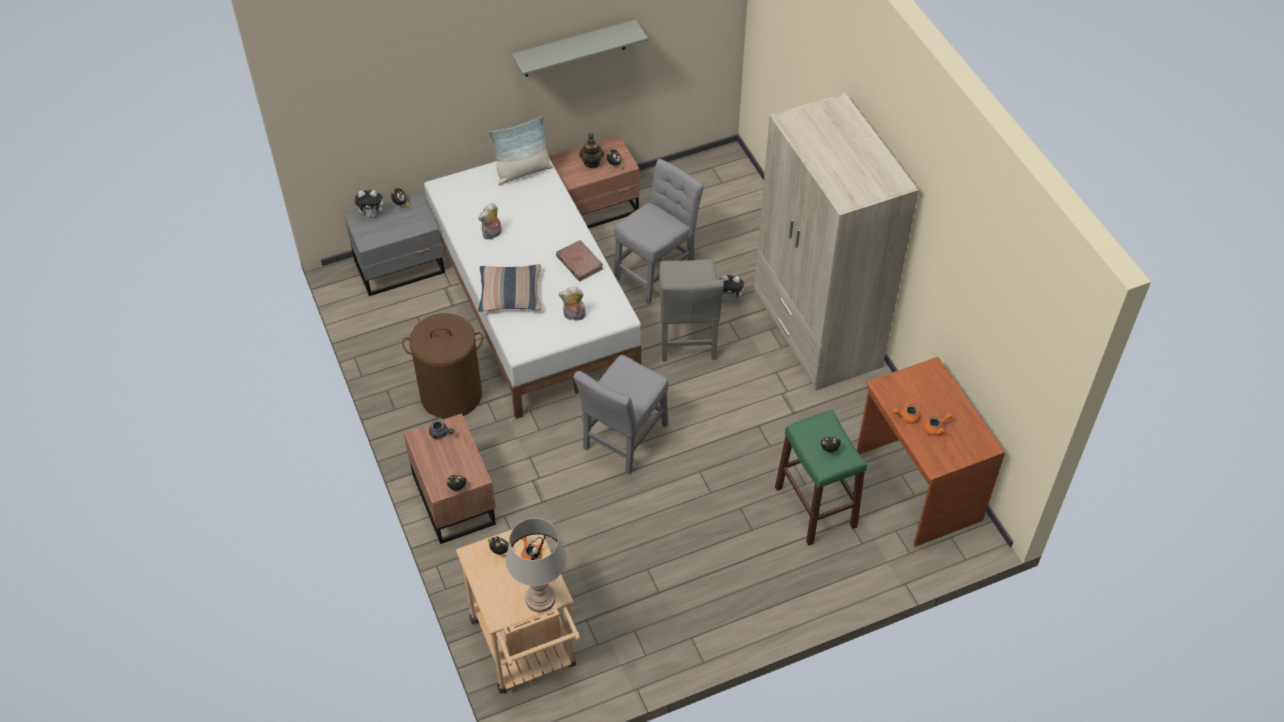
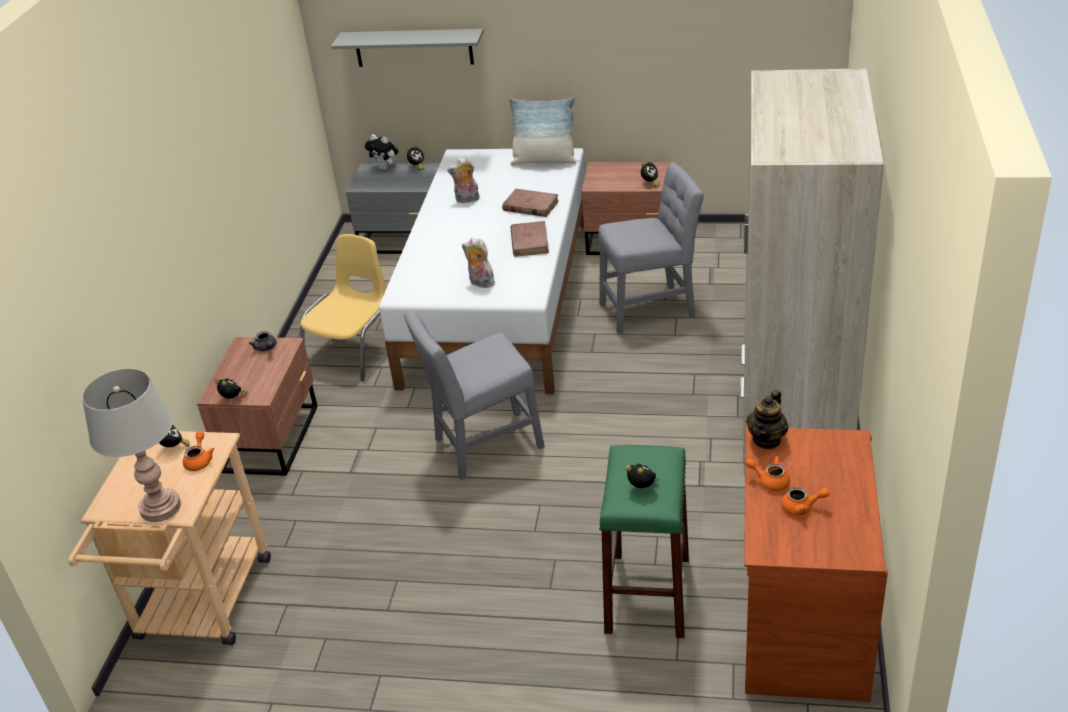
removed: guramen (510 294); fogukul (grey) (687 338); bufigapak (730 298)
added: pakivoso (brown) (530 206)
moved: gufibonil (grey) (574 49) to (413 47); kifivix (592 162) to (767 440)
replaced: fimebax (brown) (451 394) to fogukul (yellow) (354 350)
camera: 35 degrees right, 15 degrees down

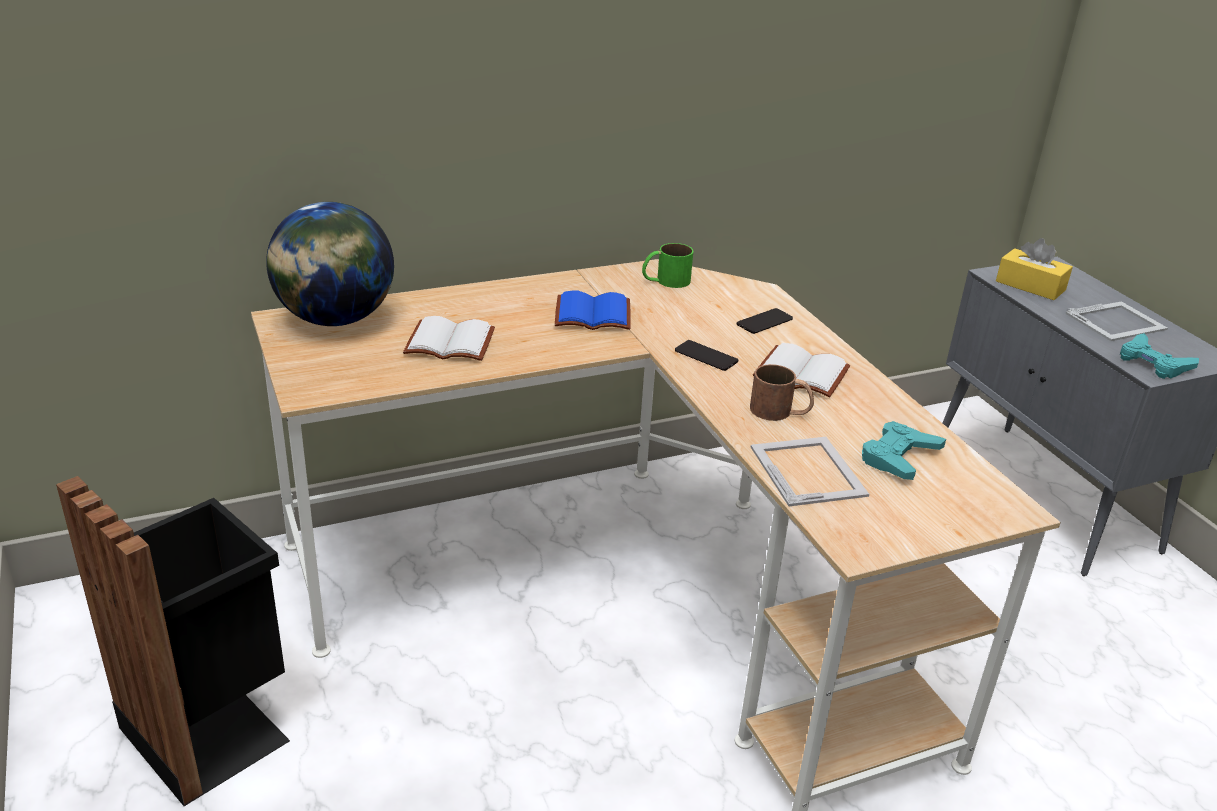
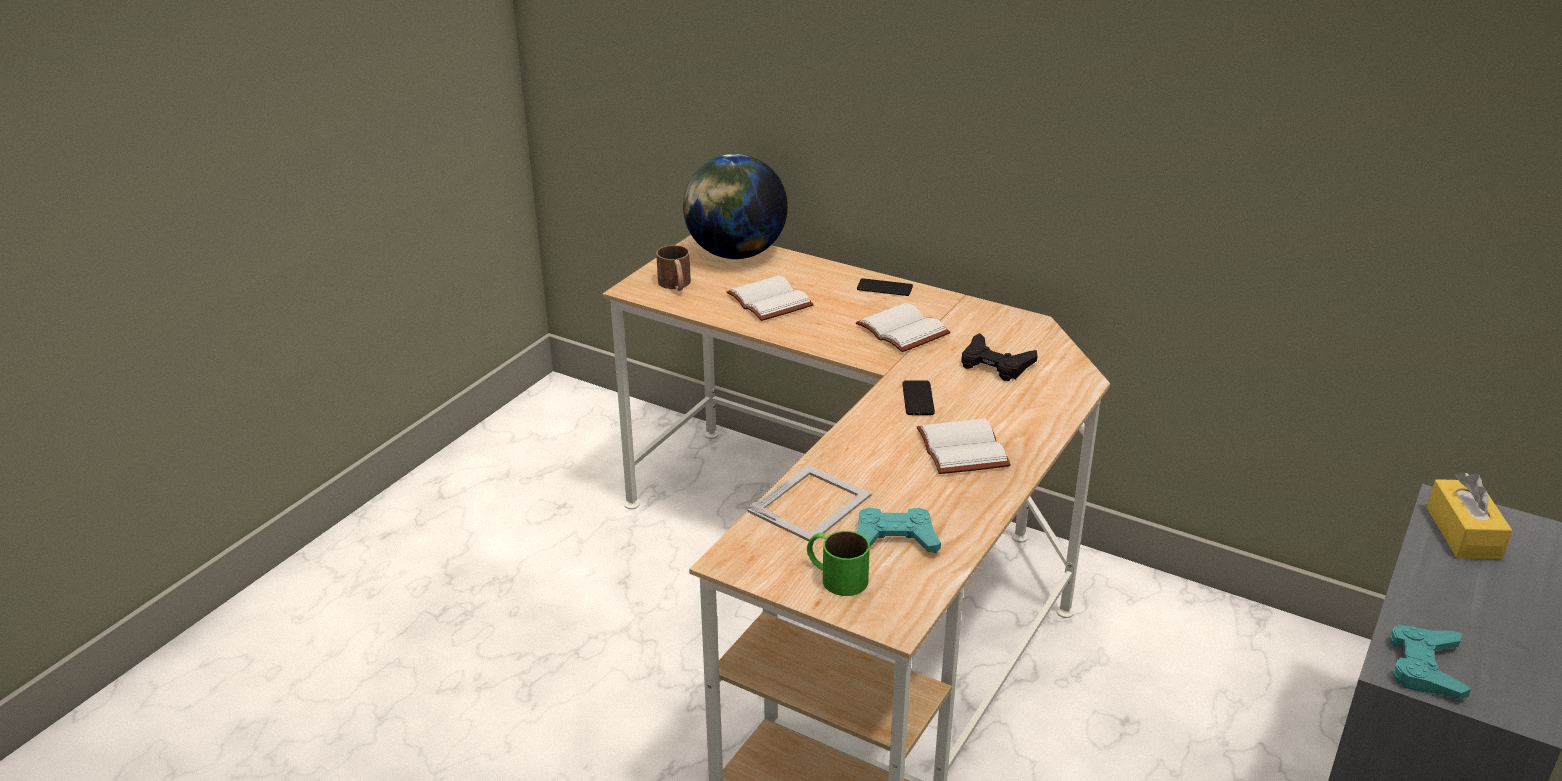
removed: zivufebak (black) (211 729); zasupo (1117 321)
added: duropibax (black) (995 364)
moved: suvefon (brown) (780 412) to (676 285); suvefon (green) (665 281) to (835 576); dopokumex (764 322) to (884 288)
recoloured: pakivoso (blue) (591 316) to pakivoso (white) (899 330)
camera: 55 degrees right, 0 degrees up

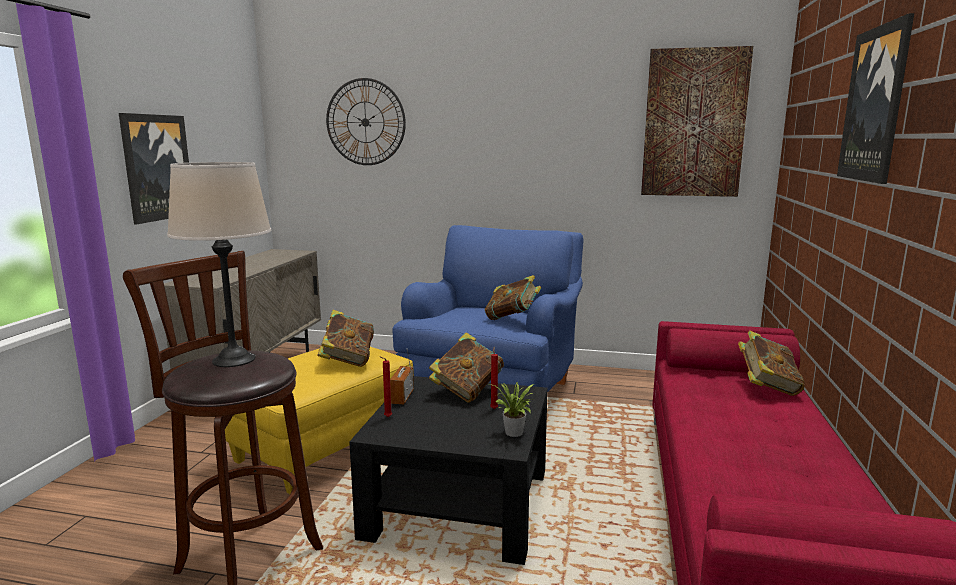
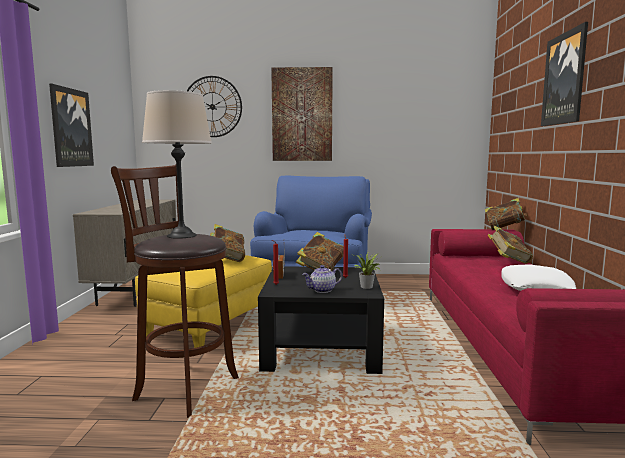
added: kifivix (322 290); guramen (white) (535 287)
moved: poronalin (694 123) to (302 115); pakivoso (512 318) to (504 229)
camera: 10 degrees left, 5 degrees down

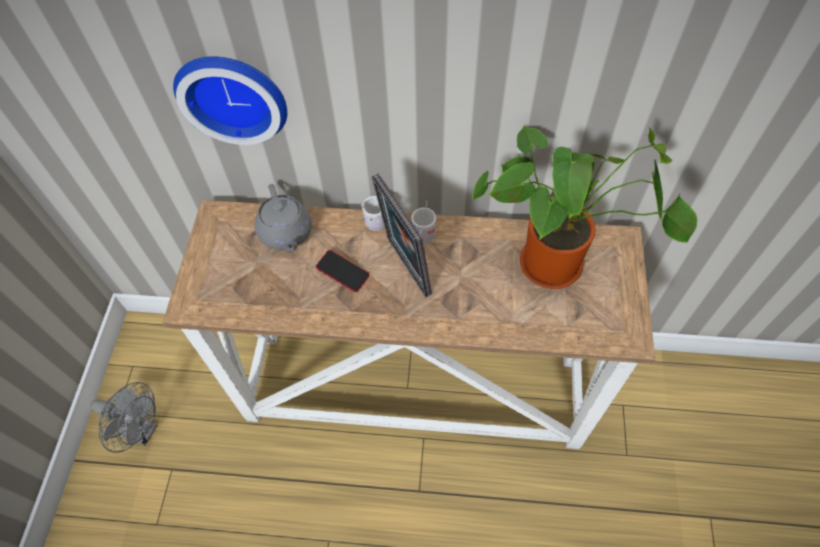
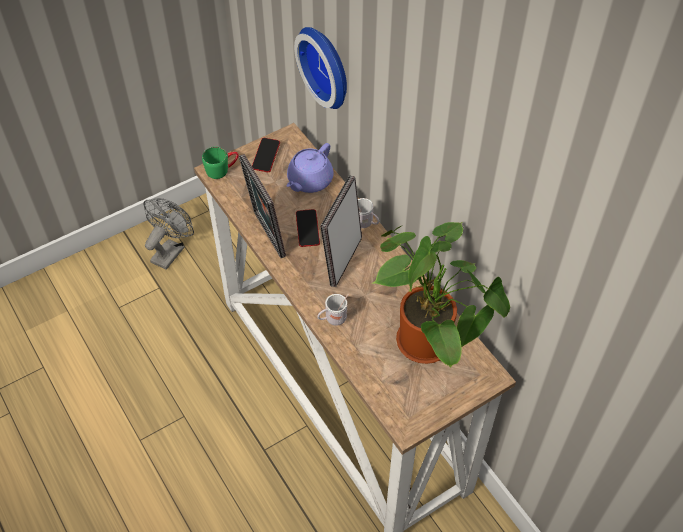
added: suvefon (green) (222 169); zasupo (265 235); dopokumex (266 157)
moved: suvefon (white) (422 238) to (333 319)
recoloured: kifivix (grey) (286 233) to kifivix (purple) (309 181)
turned: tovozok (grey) (141 431) = (170 251) 135 degrees counterclockwise
camera: 50 degrees right, 5 degrees down

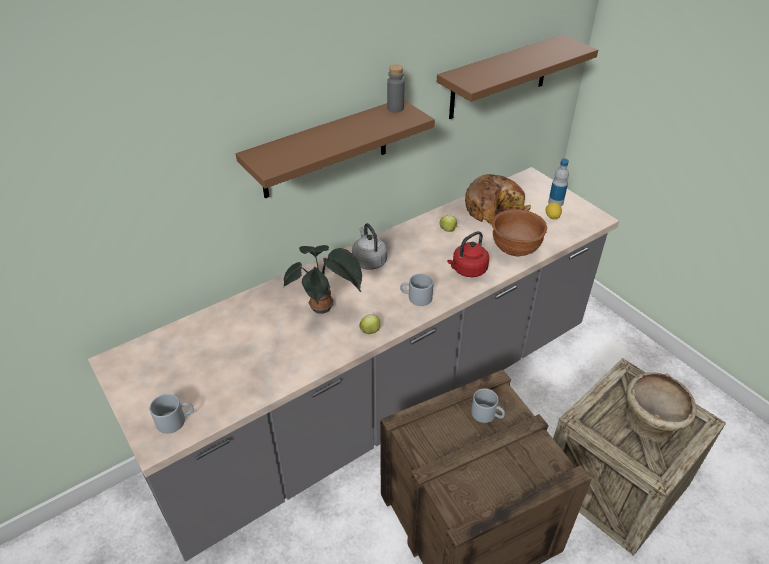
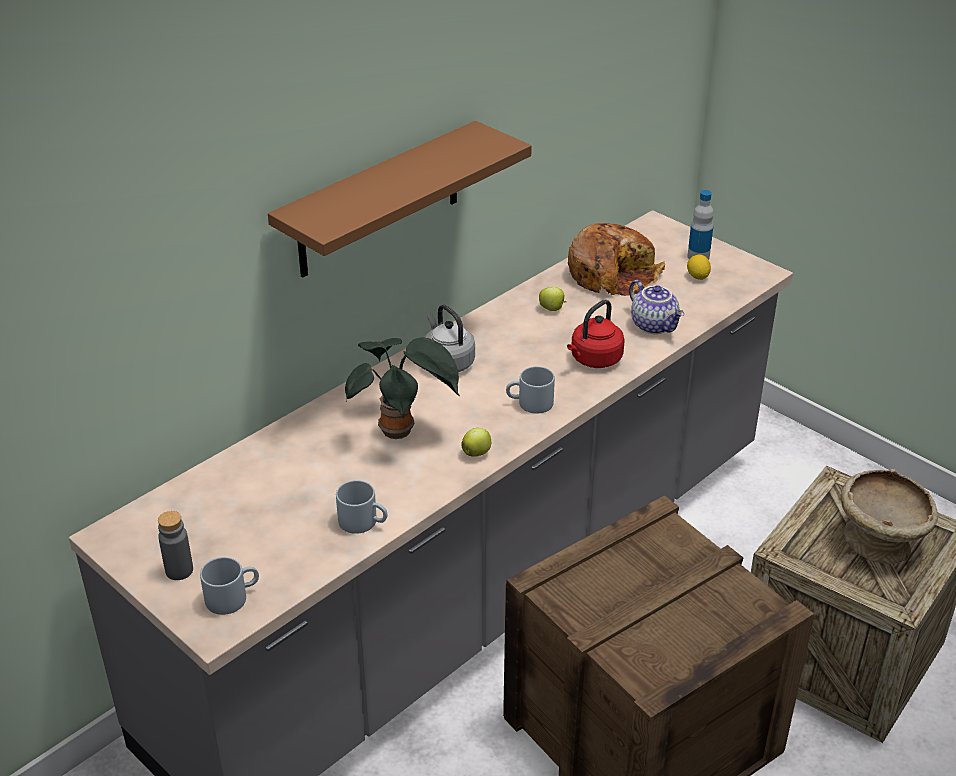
removed: gufibonil (brown) (499 77)
moved: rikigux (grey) (395 108) to (179 570); suvefon (grey) (487 414) to (364 522)
replaced: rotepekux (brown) (515 249) to kifivix (655 325)
camera: 10 degrees left, 5 degrees down

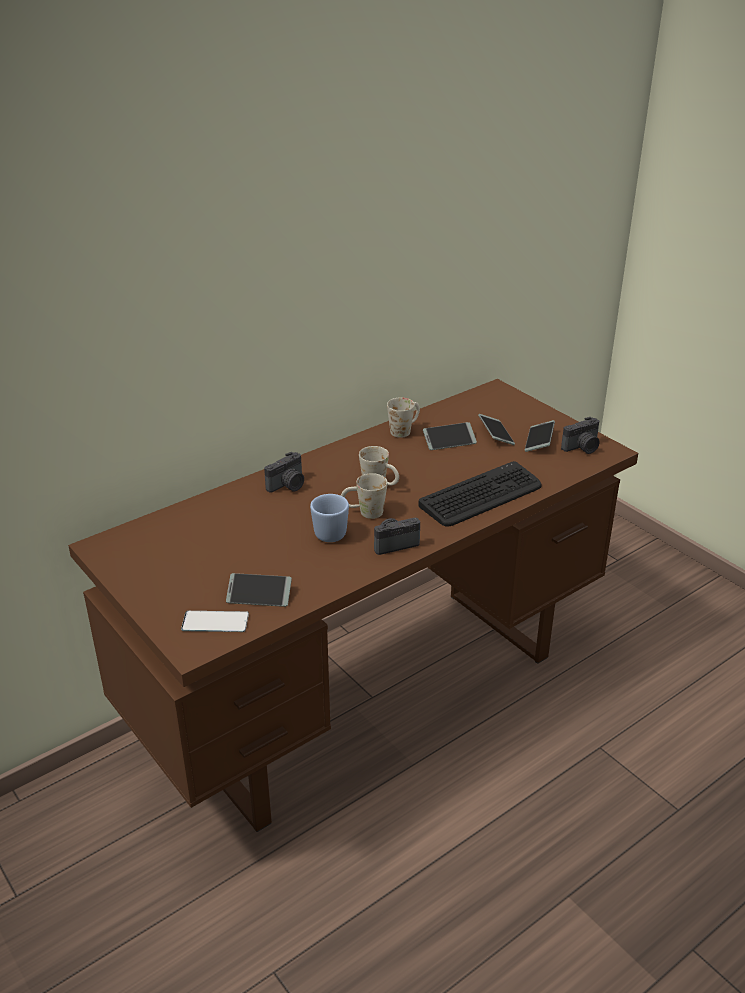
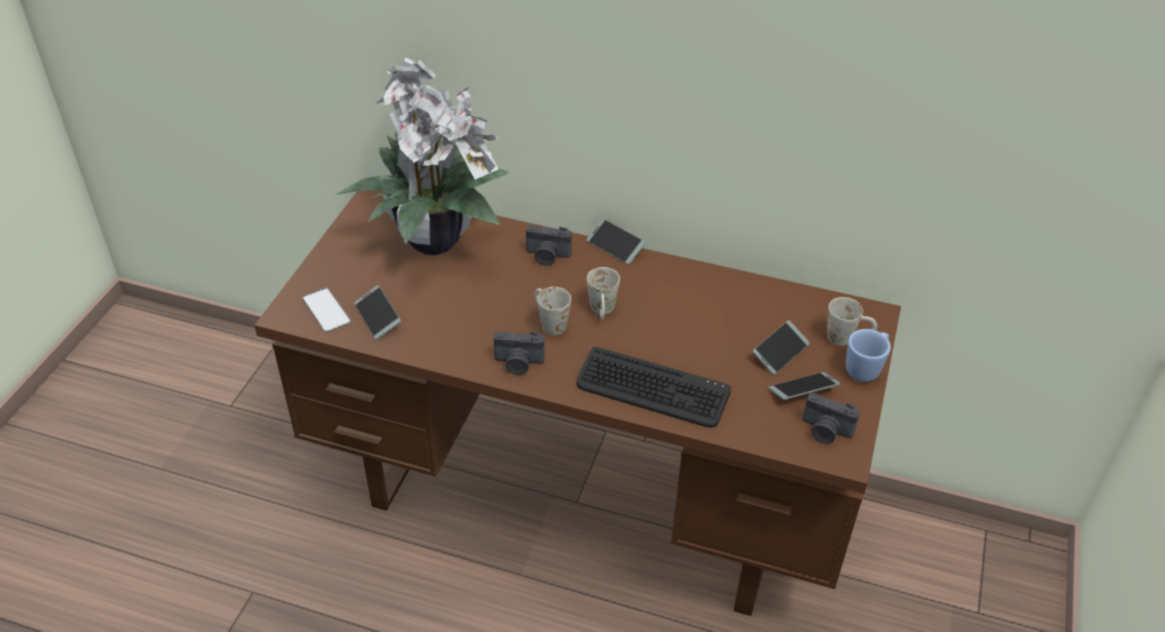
added: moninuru (433 238)
moved: dopokumex (449 441) to (615 246); suvefon (white) (404 430) to (847 338); suvefon (blue) (329 531) to (866 368)
turned: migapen (394 543) = (518 363) 150 degrees clockwise
camera: 55 degrees right, 10 degrees up

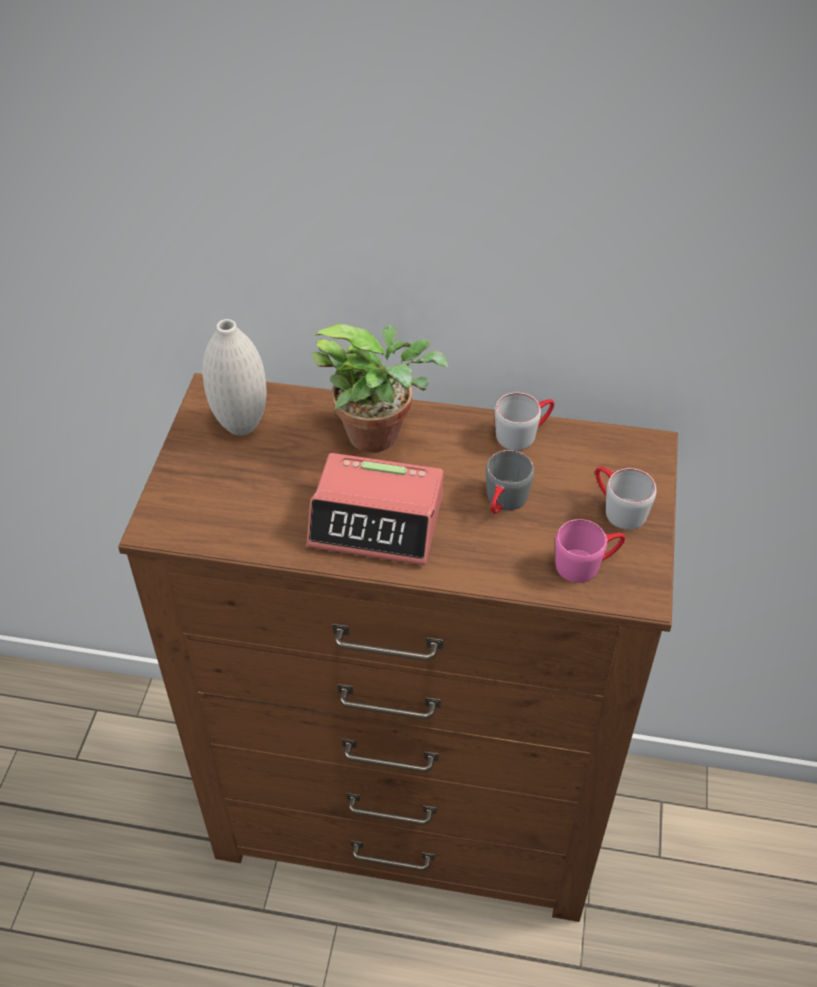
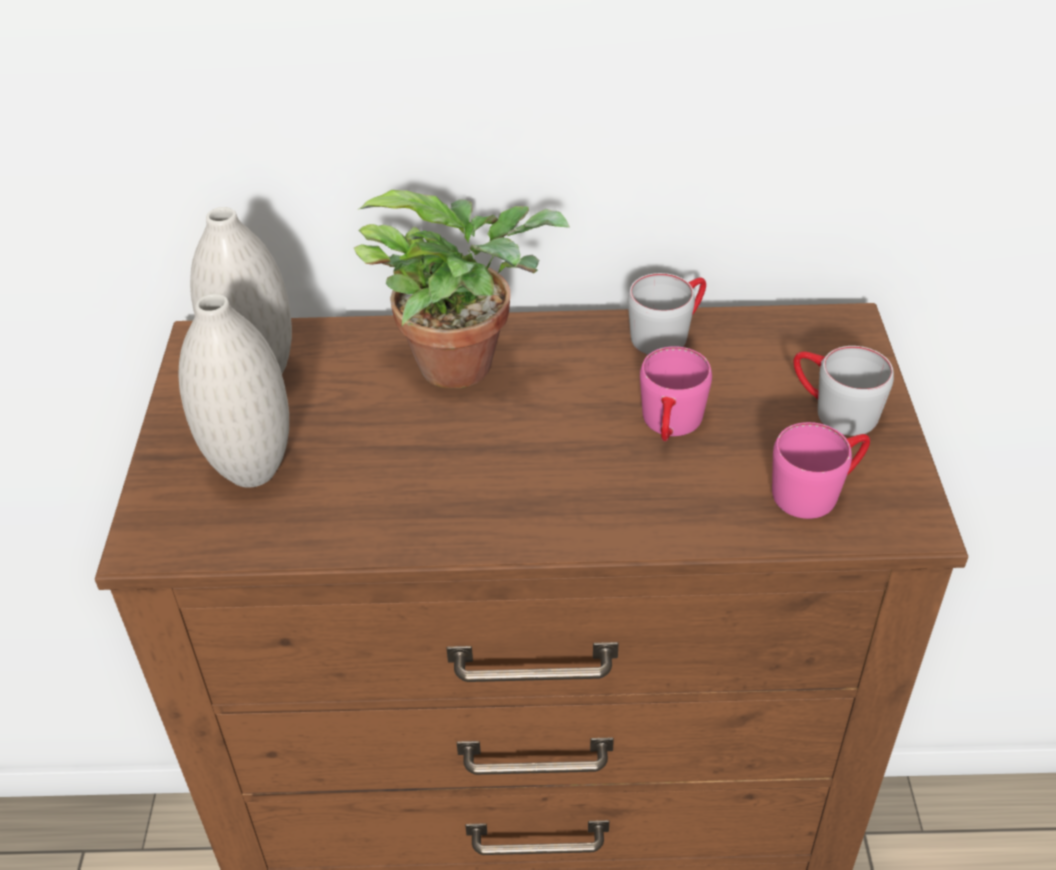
removed: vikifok (377 521)
added: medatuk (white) (252 471)
recoloured: suvefon (grey) (504 503) to suvefon (pink) (670 427)
camera: 10 degrees left, 5 degrees down

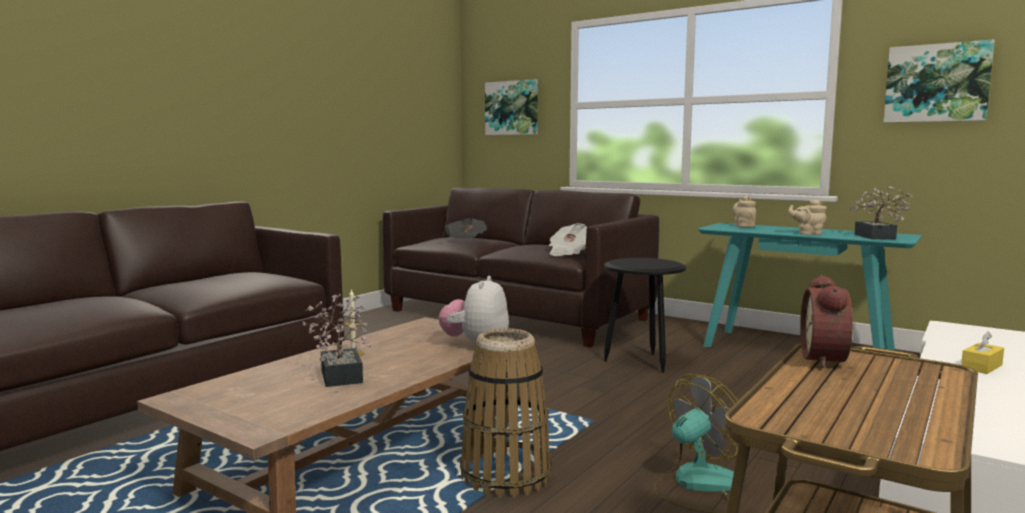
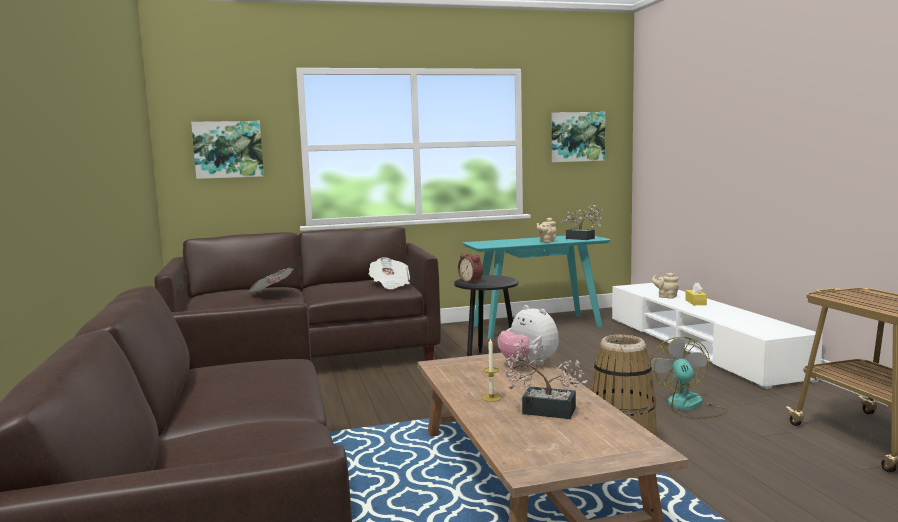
moved: vikifok (827 359) to (472 281); kifivix (beige) (743 226) to (666 297)
camera: 50 degrees left, 0 degrees up

